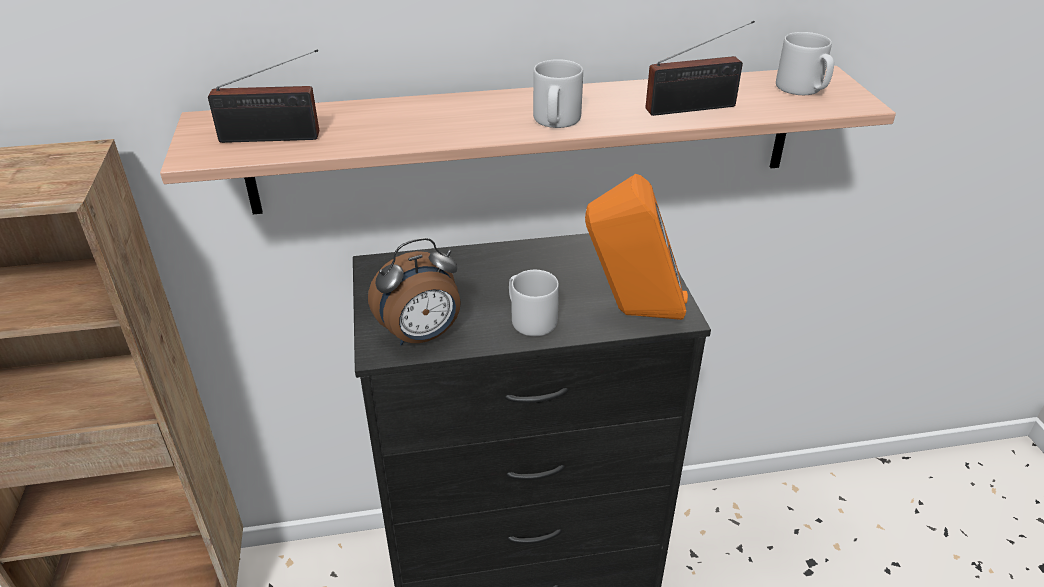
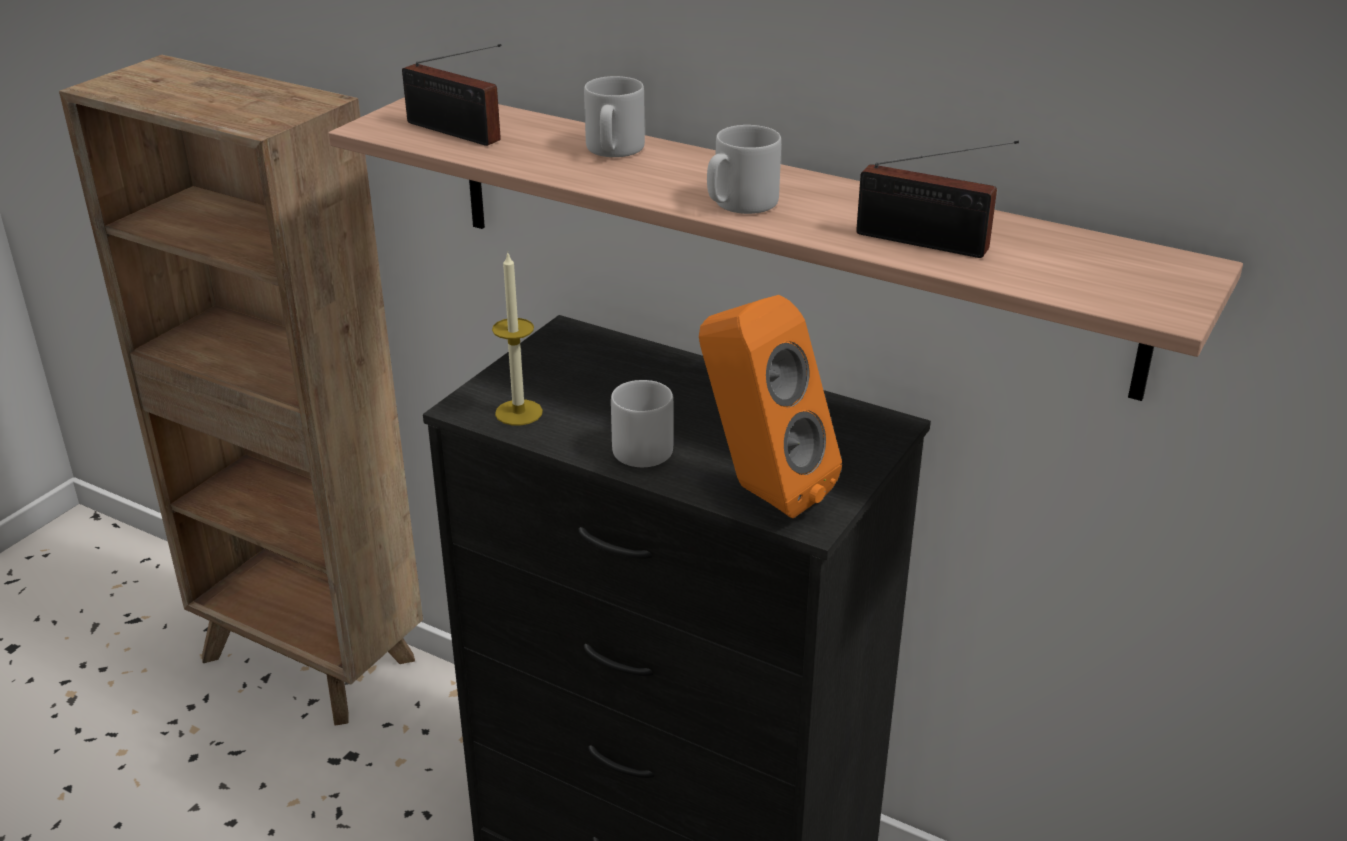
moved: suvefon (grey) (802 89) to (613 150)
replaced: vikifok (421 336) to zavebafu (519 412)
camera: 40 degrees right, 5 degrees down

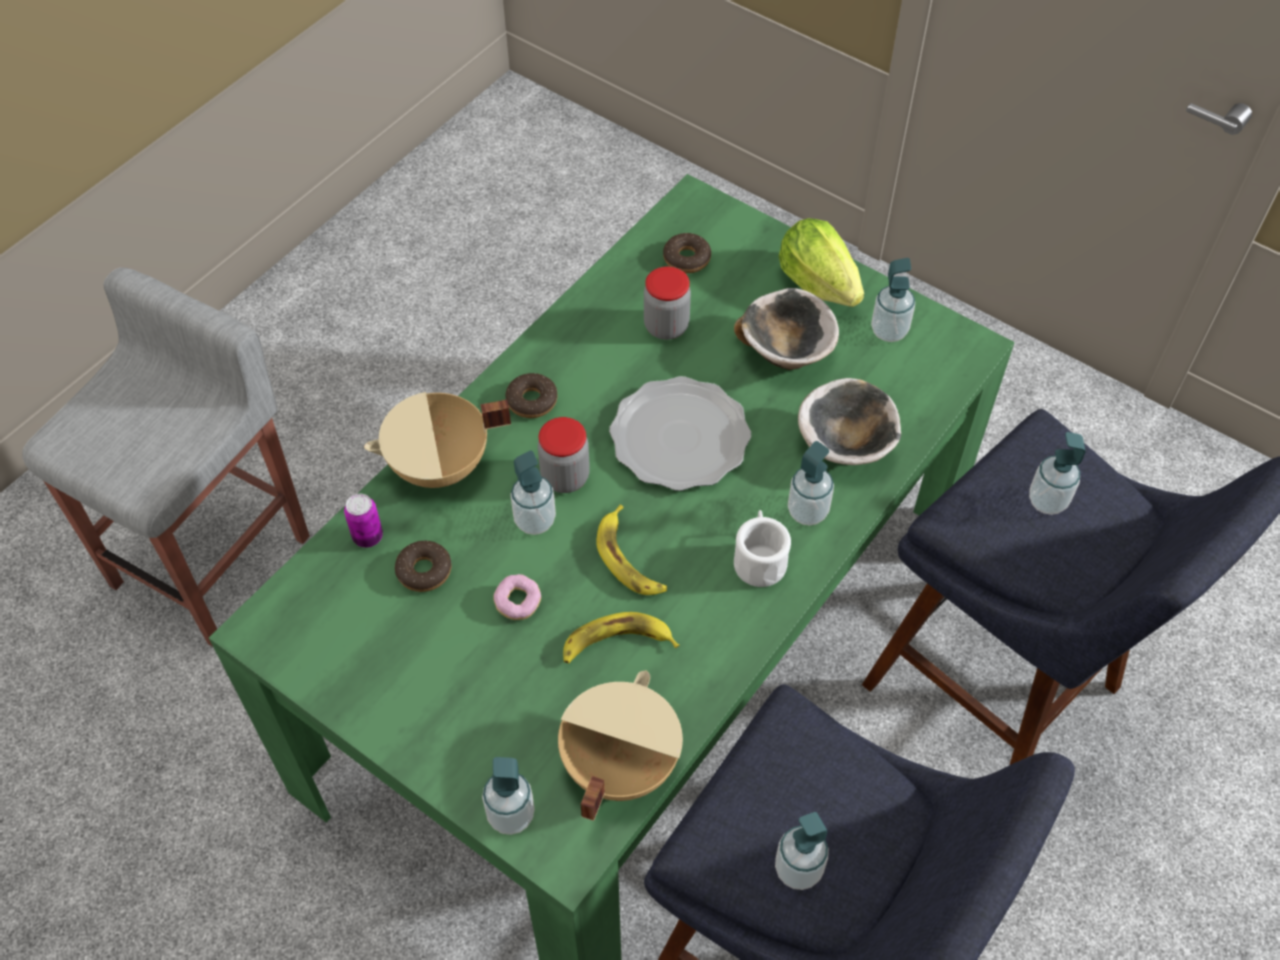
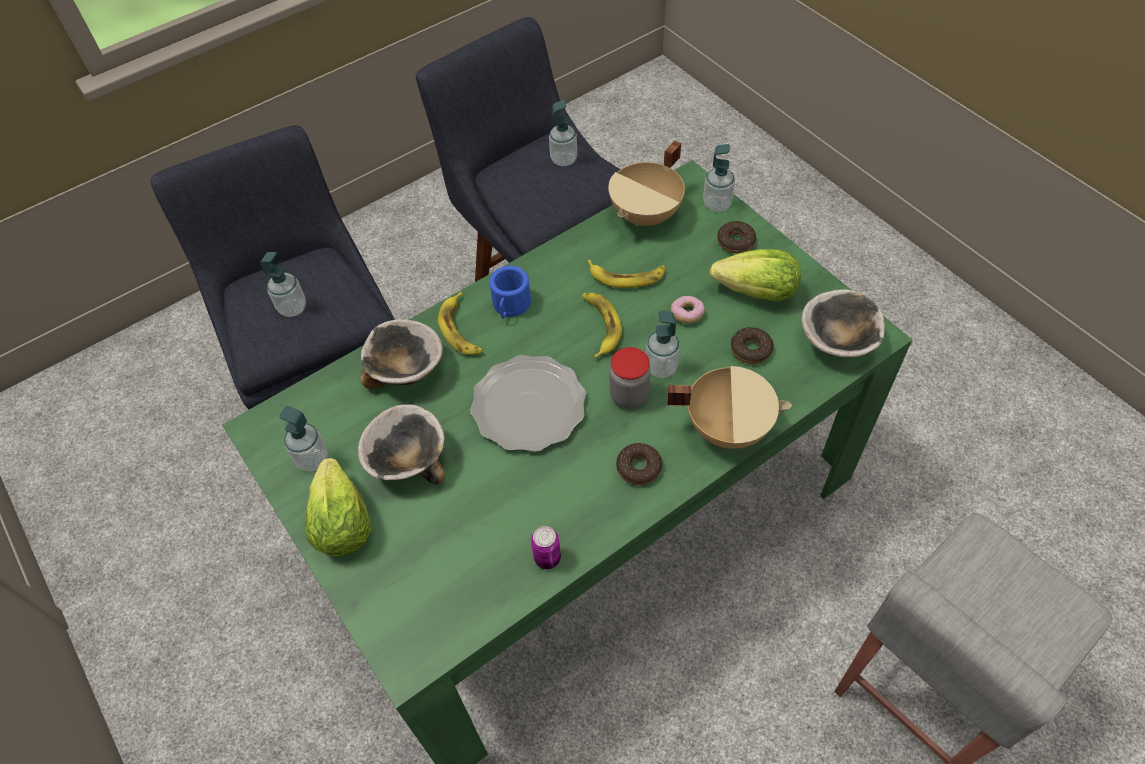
removed: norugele (666 326)
added: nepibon (757 292); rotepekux (837 342)
moved: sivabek (368 536) to (547 558); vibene (686 258) to (736 241)
replaced: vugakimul (807 511) to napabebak (461 329)
recoloured: suvefon (white) (759 559) to suvefon (blue) (510 306)
camera: 160 degrees left, 0 degrees up

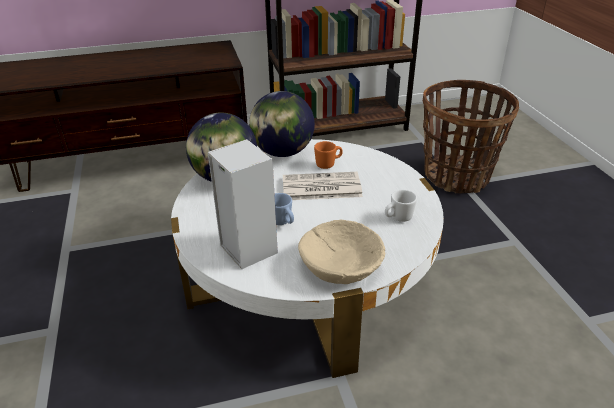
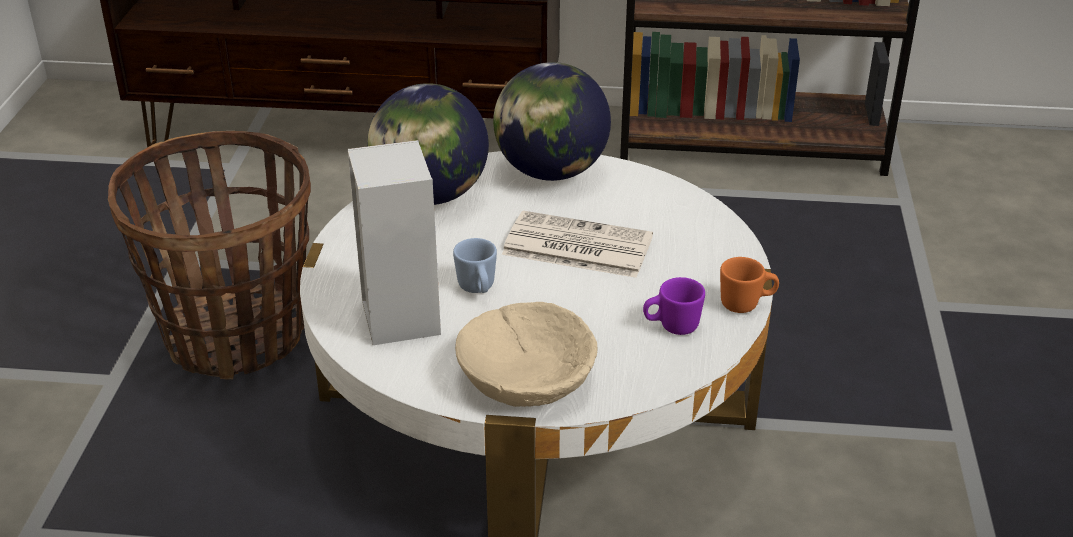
moved: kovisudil (456 176) to (236 335); suvefon (orange) (328 164) to (746 304)
recoloured: suvefon (white) (398 218) to suvefon (purple) (671 327)
camera: 20 degrees right, 0 degrees up

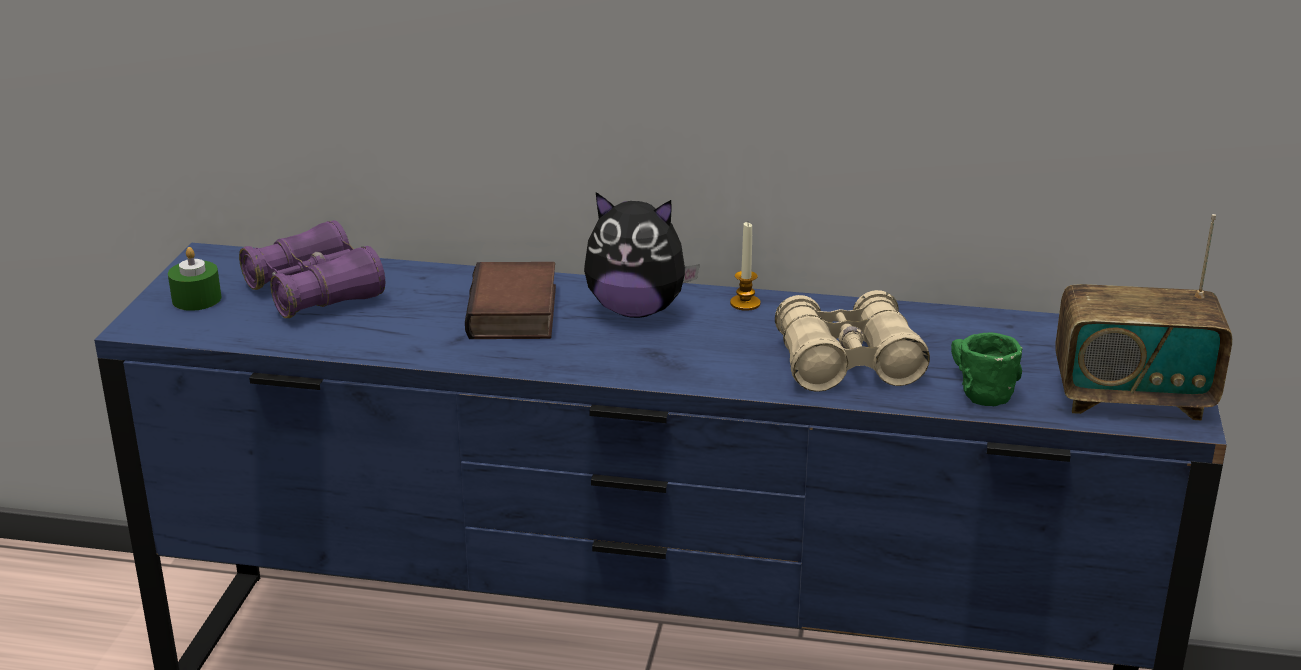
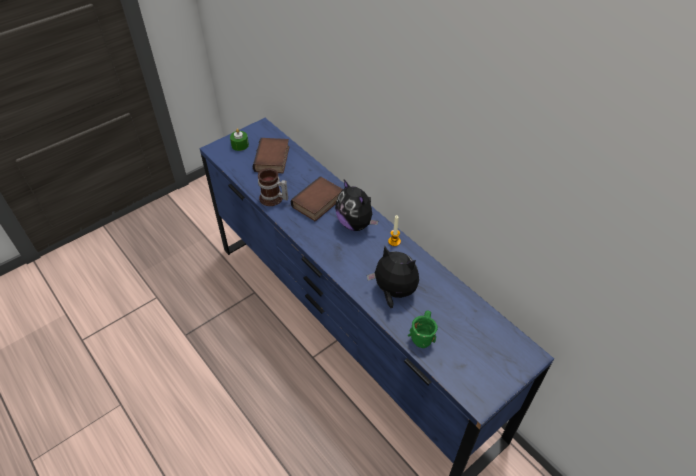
removed: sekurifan (1131 398)
added: suvefon (273 199)
replaced: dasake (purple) (314 292) to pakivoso (273 159); dasake (beige) (847 363) to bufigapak (393 292)
camera: 40 degrees right, 20 degrees up

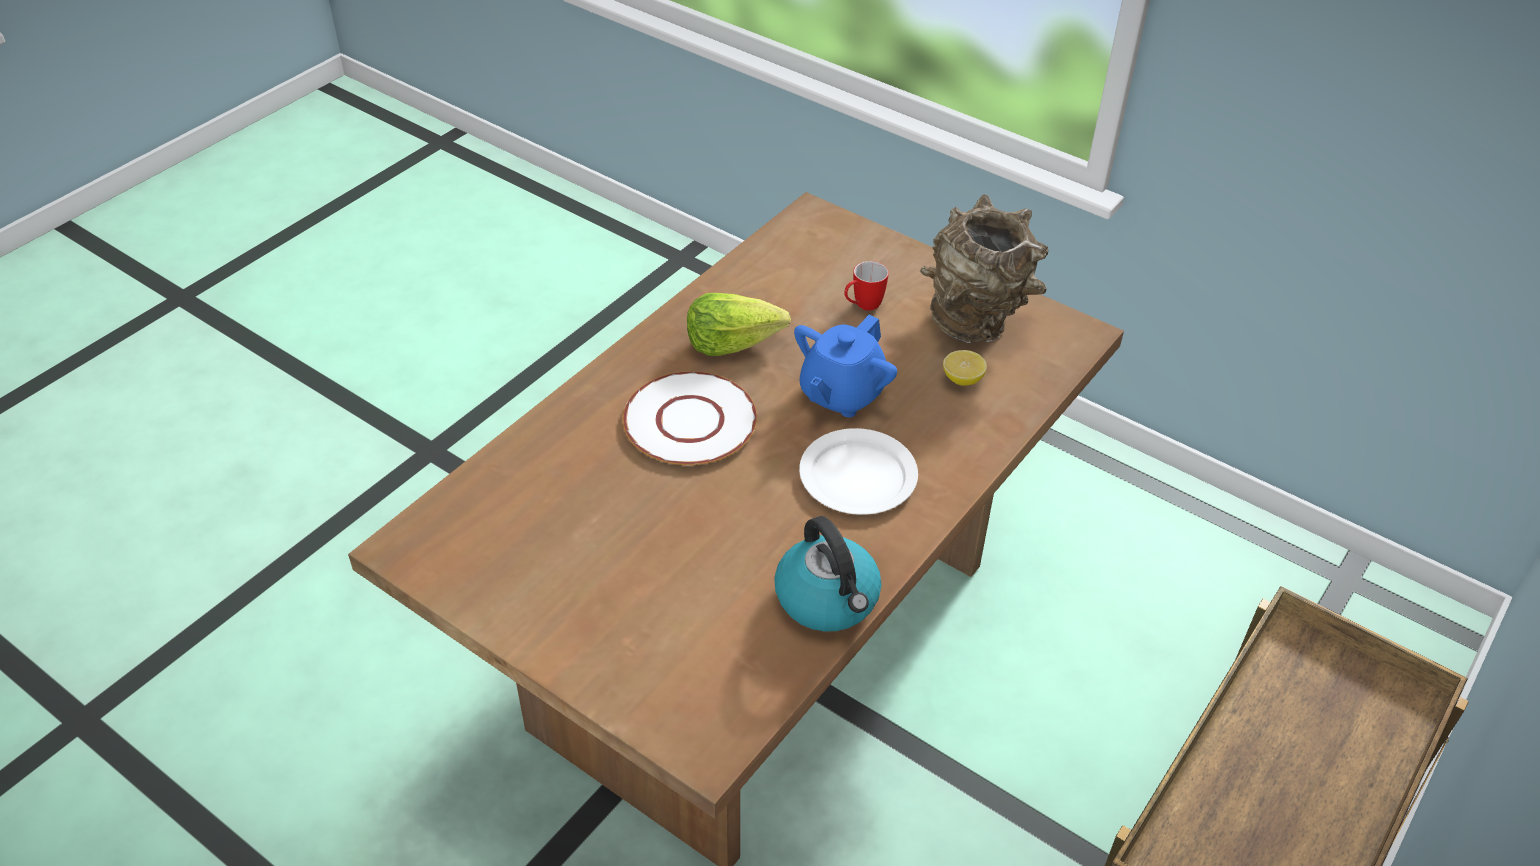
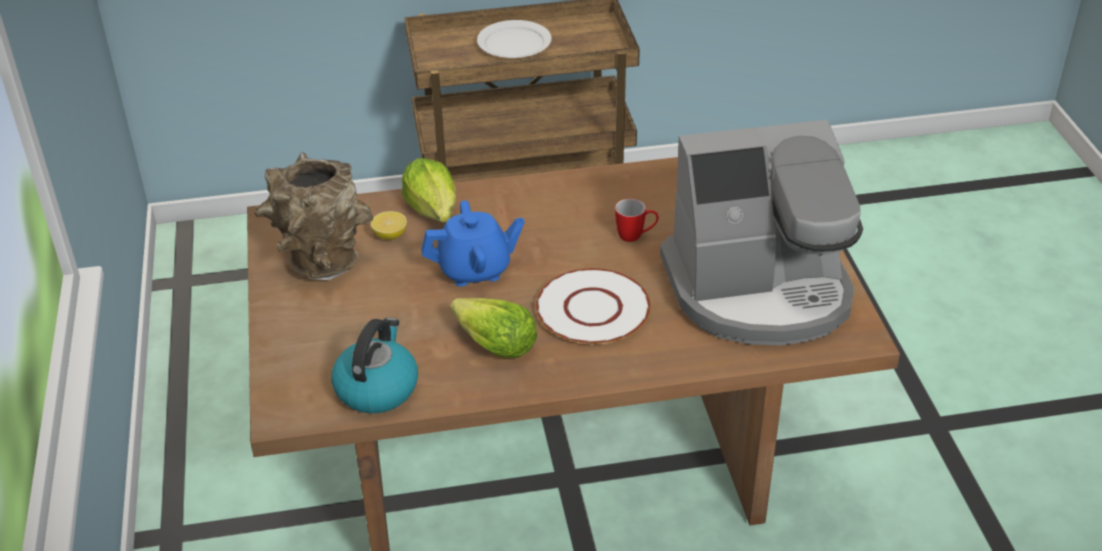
added: nepibon (434 210); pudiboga (760 290)
moved: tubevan (828 599) to (377 388); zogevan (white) (858 475) to (513 43); suvefon (862 306) to (636 236)
camera: 135 degrees left, 5 degrees down

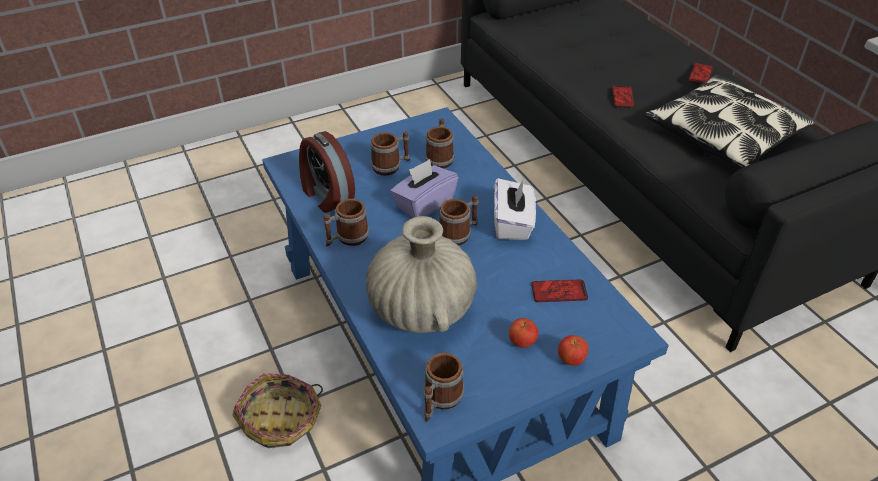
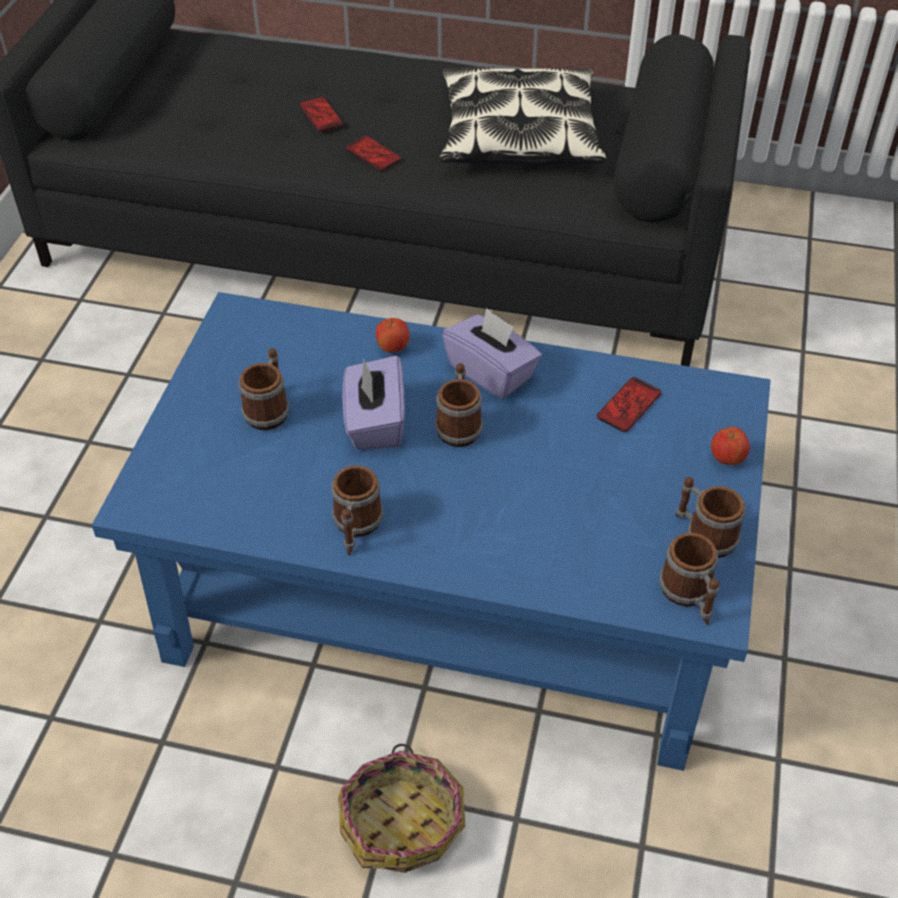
removed: vikifok (326 195); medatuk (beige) (422 308)
moved: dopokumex (700 74) to (321 115); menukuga (522 342) to (392 348); suvefon (440 158) to (703 535)
recoloured: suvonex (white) (512 224) to suvonex (purple) (491 372)
camera: 50 degrees left, 5 degrees up

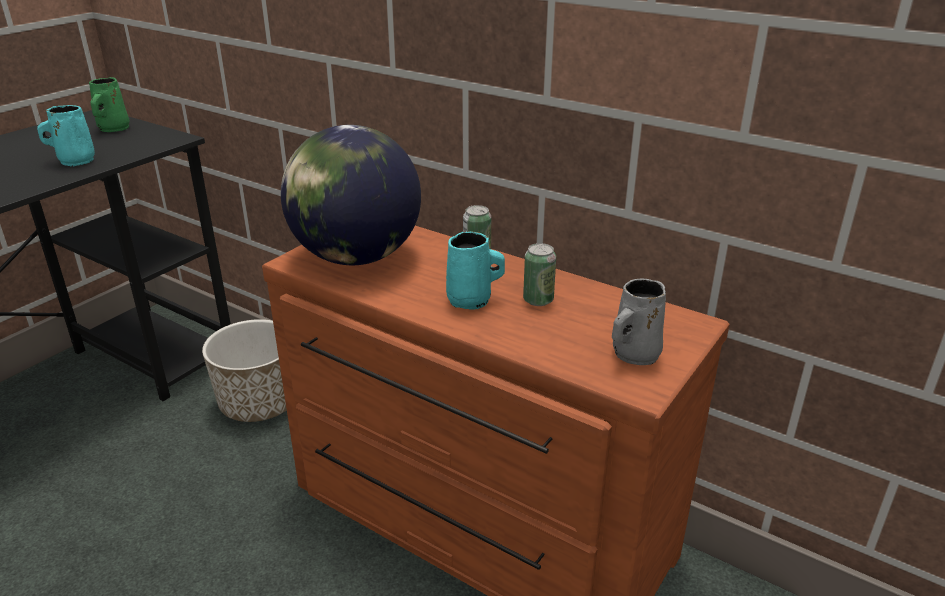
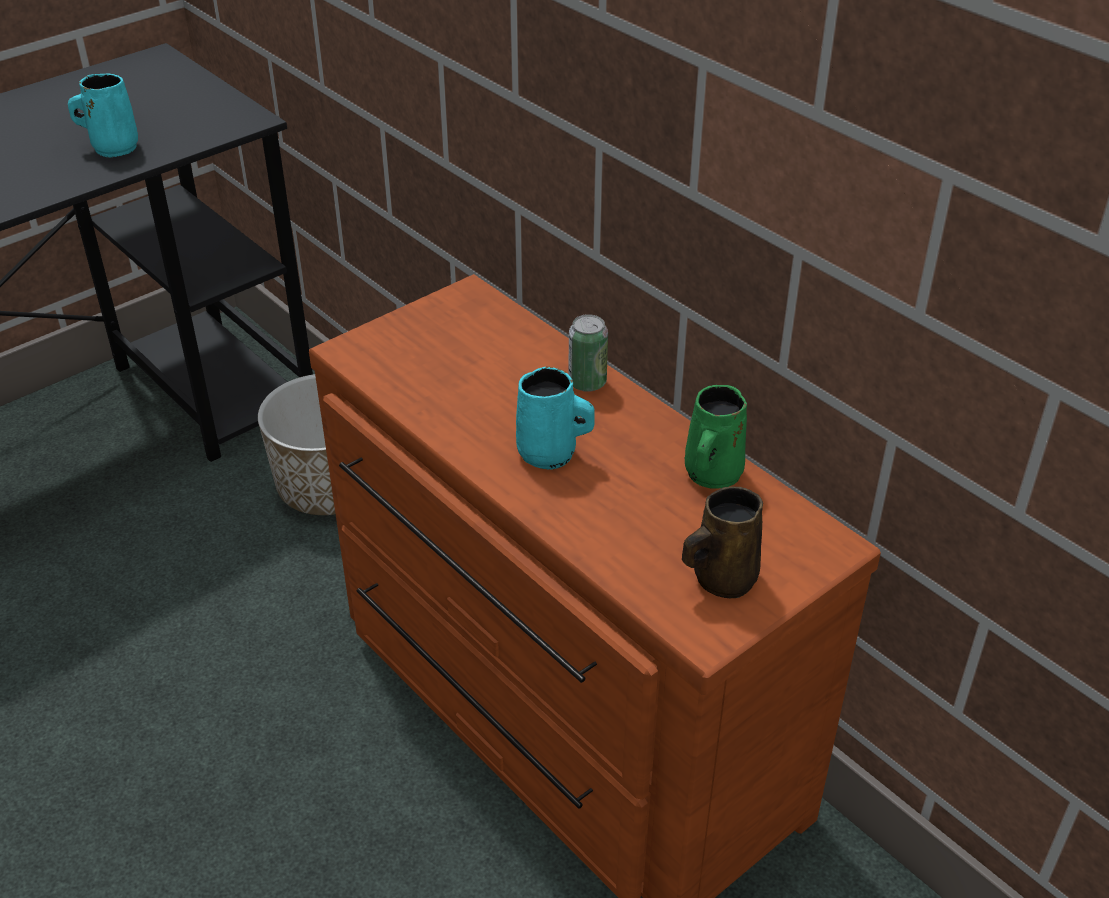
removed: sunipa (356 257); sivabek (538 300)
moved: suvefon (green) (113 129) to (711 475)
recoloured: suvefon (grey) (634 355) to suvefon (brown) (721 579)
camera: 15 degrees right, 10 degrees up

